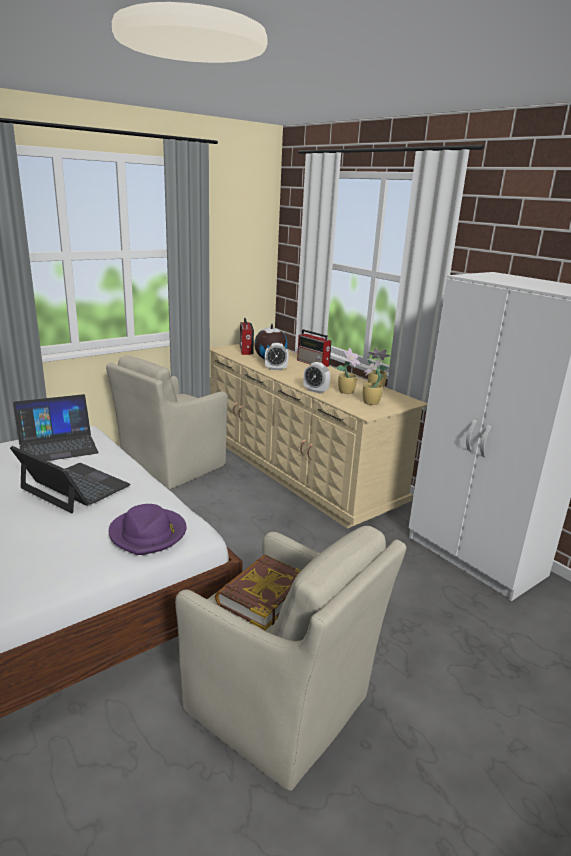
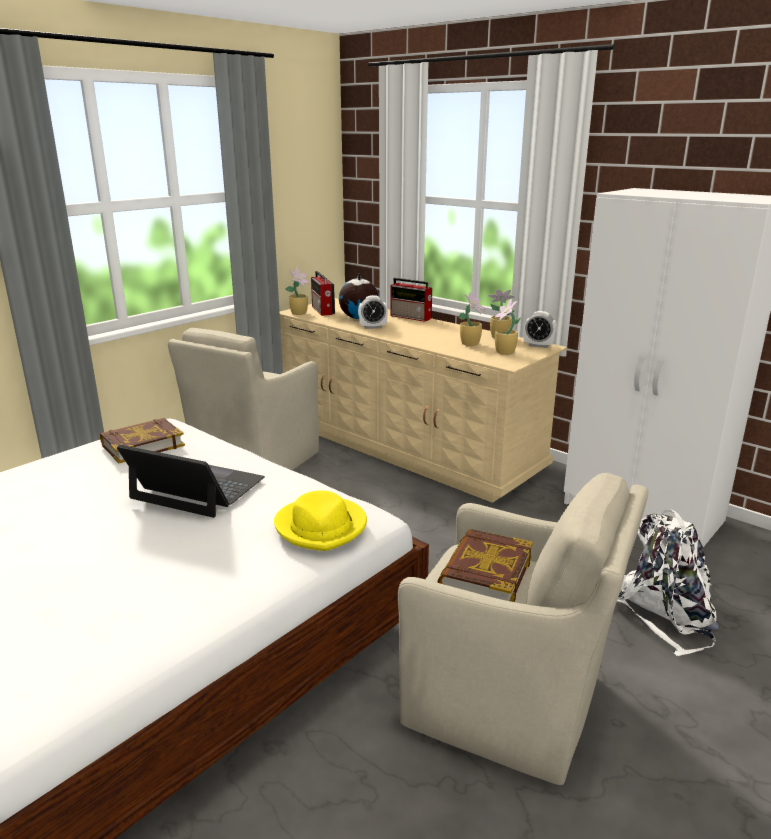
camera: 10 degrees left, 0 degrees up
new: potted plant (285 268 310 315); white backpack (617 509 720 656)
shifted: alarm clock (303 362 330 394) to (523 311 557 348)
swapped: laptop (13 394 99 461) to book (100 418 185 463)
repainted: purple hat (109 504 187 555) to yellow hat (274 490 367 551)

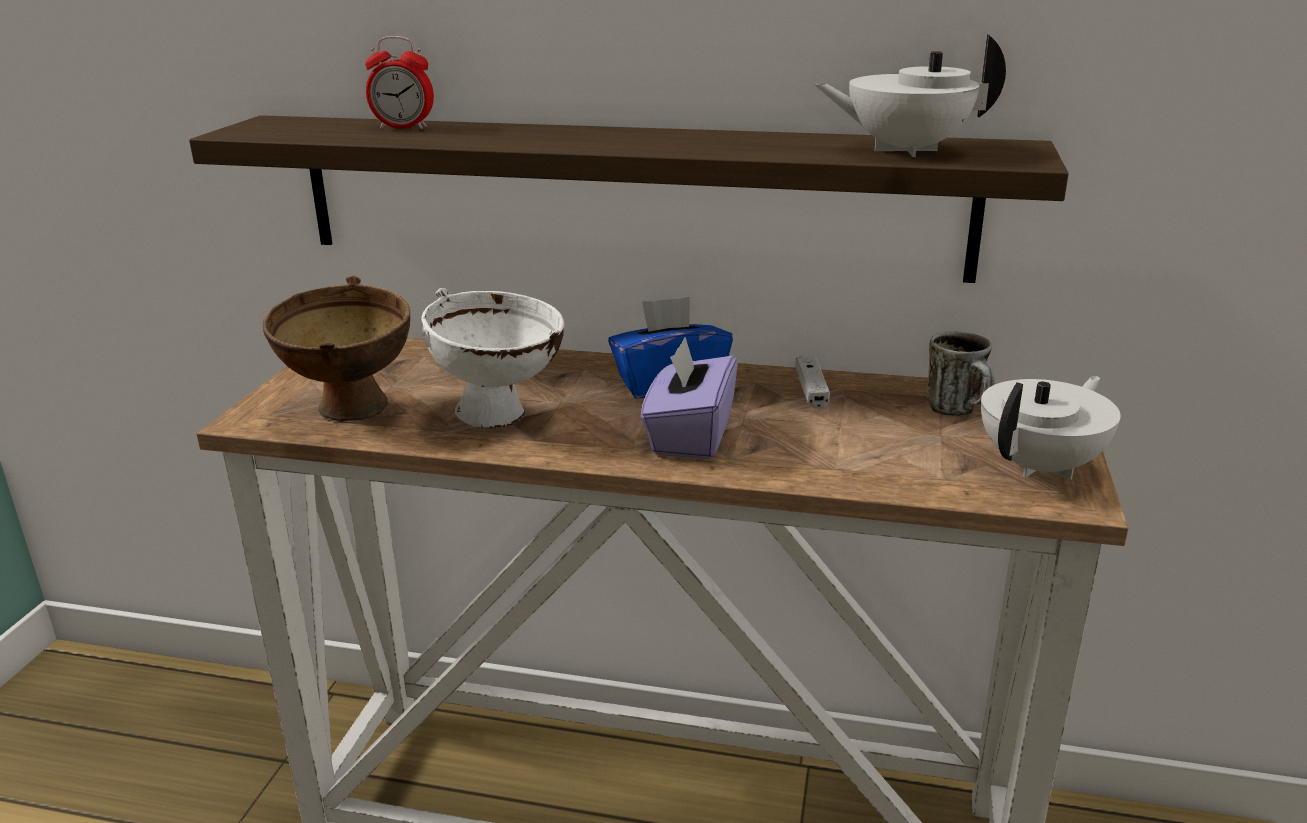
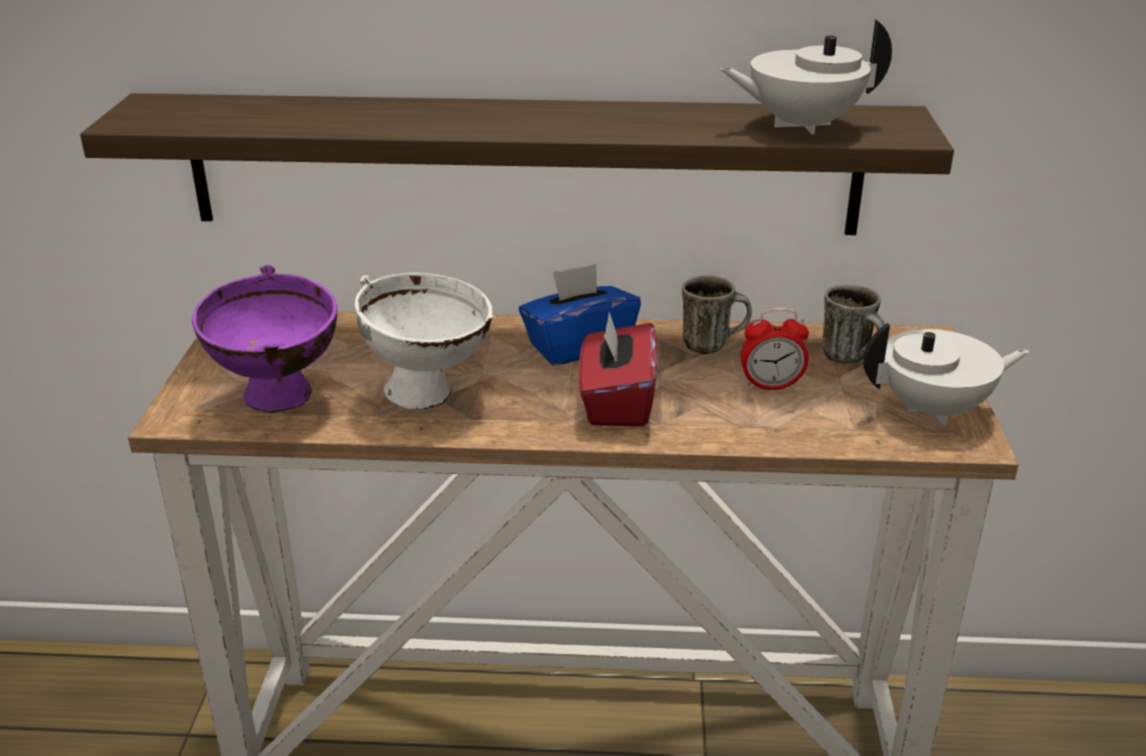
camera: 10 degrees left, 5 degrees up
shifted: alarm clock (365 36 434 129) to (741 308 809 390)
swapped: white game controller (795 356 830 408) to mug (682 275 752 354)
repainted: brown bowl (262 276 410 422) to purple bowl (192 265 337 413); purple tissue box (641 337 738 460) to red tissue box (579 312 657 427)
rotated: white teapot (981 376 1121 480) = (863 323 1030 426) 45 degrees clockwise

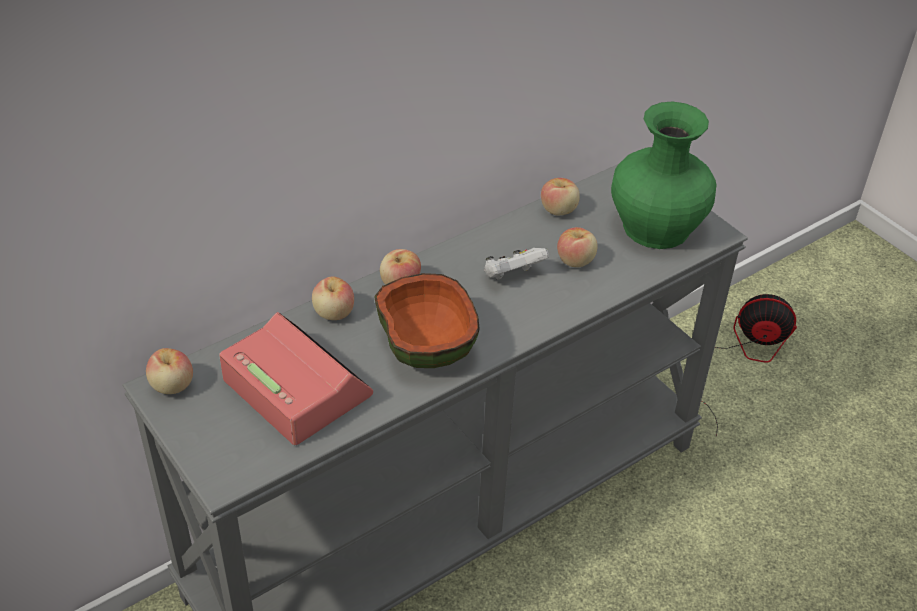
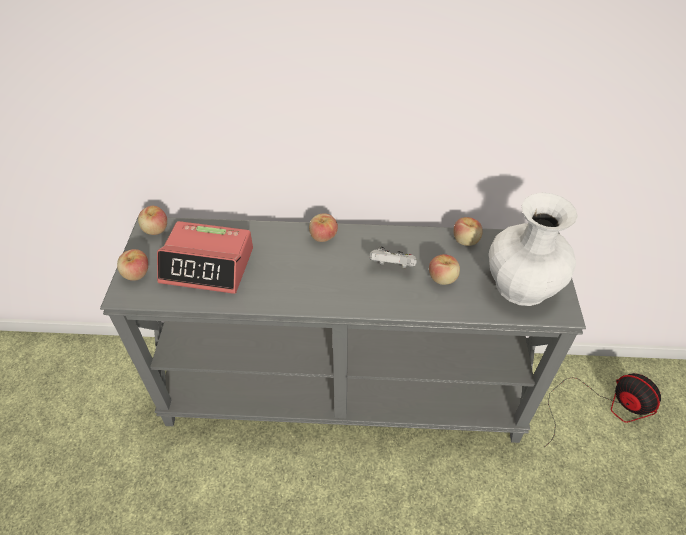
camera: 40 degrees right, 5 degrees up
gone: bowl (374 273 480 368)
shifted: apple (312 276 354 320) to (117 249 148 281)
repainted: green vase (611 101 717 249) to white vase (489 193 578 306)
rotated: alarm clock (219 312 373 445) = (157 221 253 294) 105 degrees clockwise

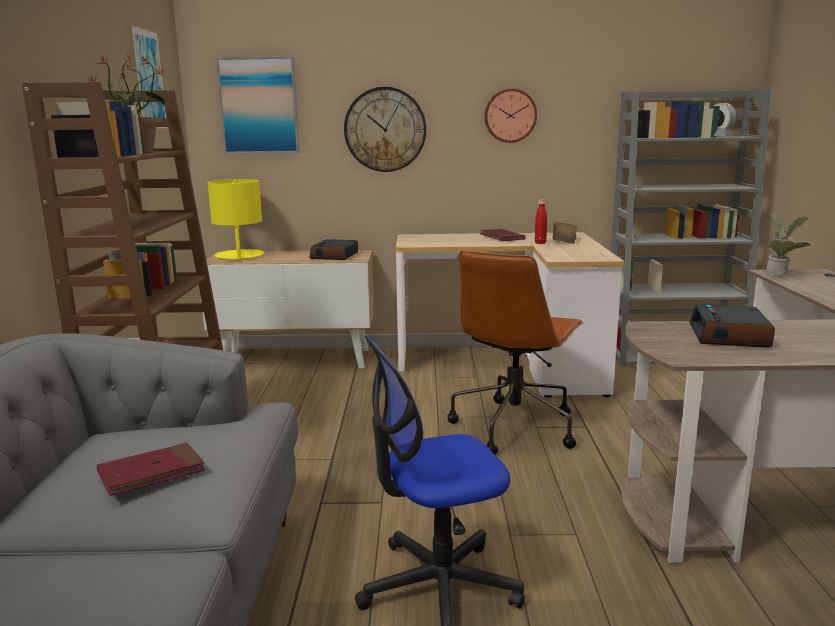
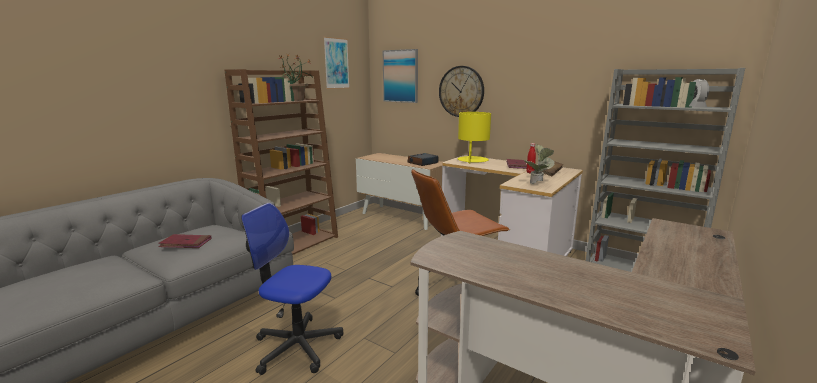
camera: 35 degrees right, 0 degrees up
gone: wall clock (484 88 537 143); alarm clock (690 304 775 348)
shifted: yellow table lamp (207 179 265 261) to (458 112 491 163); potted plant (765 213 811 276) to (524 144 555 184)

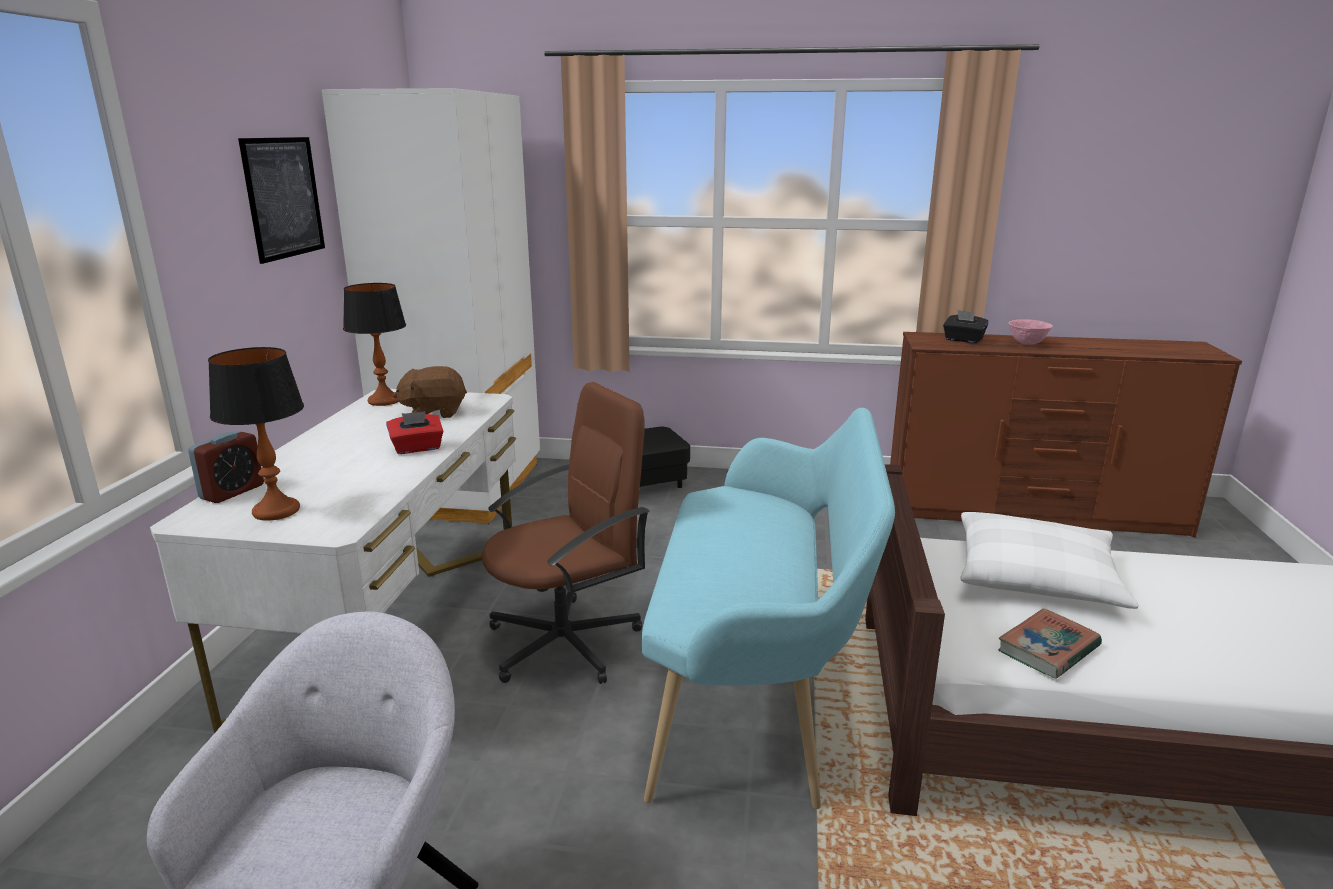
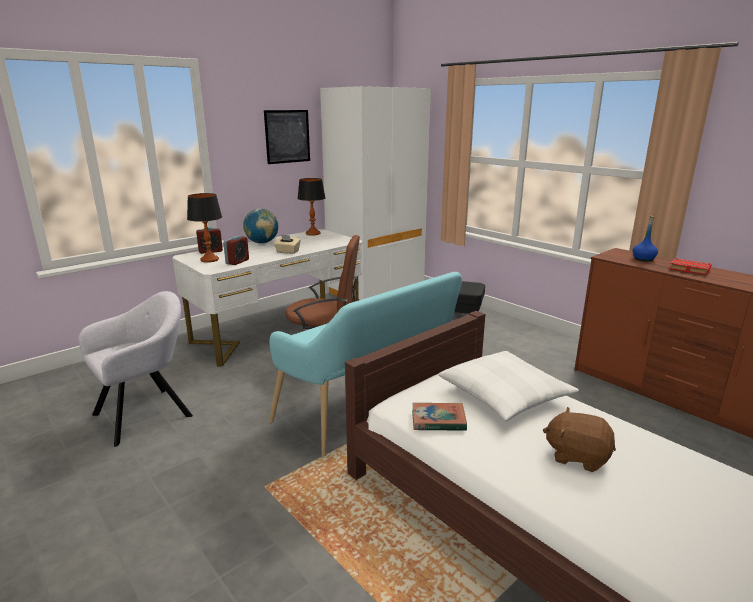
camera: 40 degrees right, 0 degrees up
new: alarm clock (223 236 249 265); globe (243 209 278 244)
shifted: brown plush toy (393 366 467 418) to (543 407 616 472)
swapped: black tissue box (943 310 989 343) to blue bottle (633 216 658 261); pink bowl (1009 319 1053 345) to red book (669 258 712 275)
repainted: red tissue box (386 411 444 454) to beige tissue box (274 234 301 254)

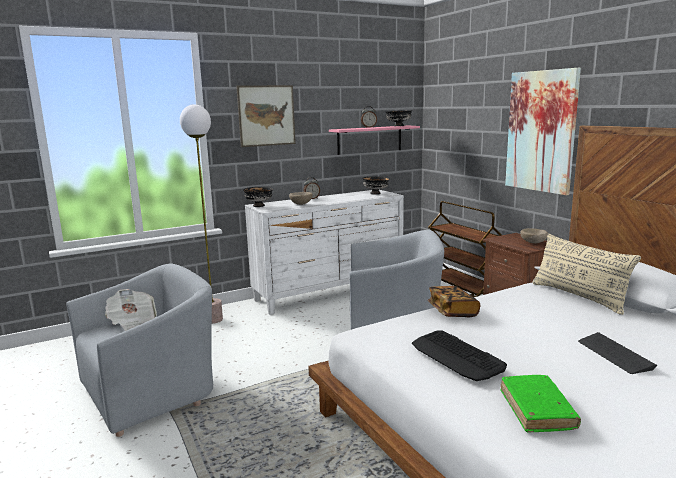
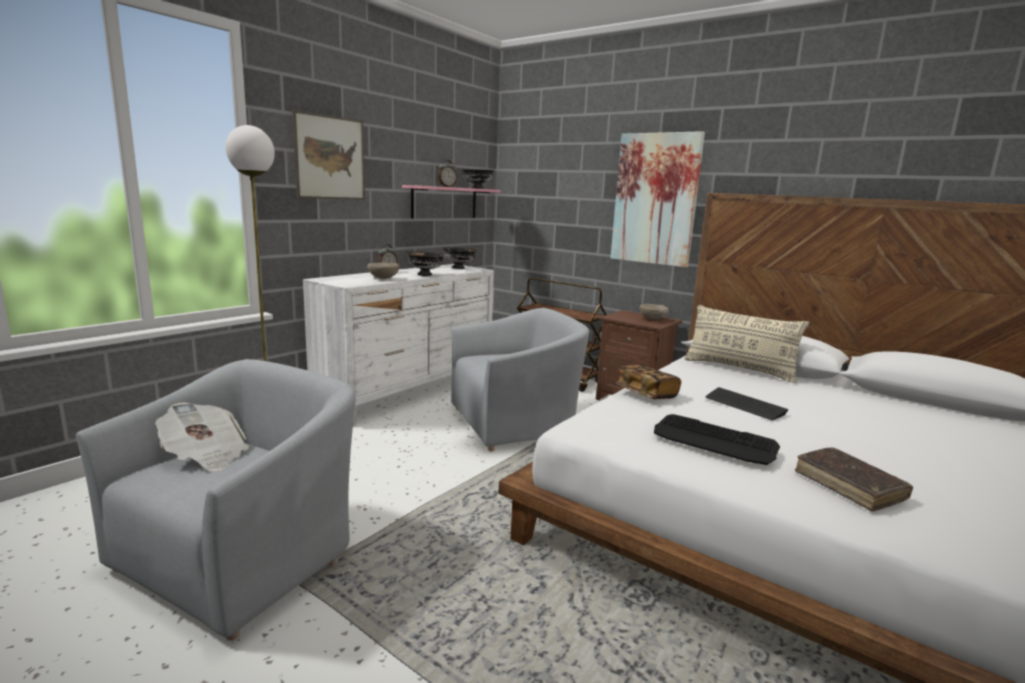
camera: 25 degrees left, 0 degrees up
shifted: black bowl (243 187 273 207) to (408 252 444 276); keyboard (578 332 657 374) to (706 387 789 420)
repainted: green book (501 375 581 433) to brown book (795 447 913 512)

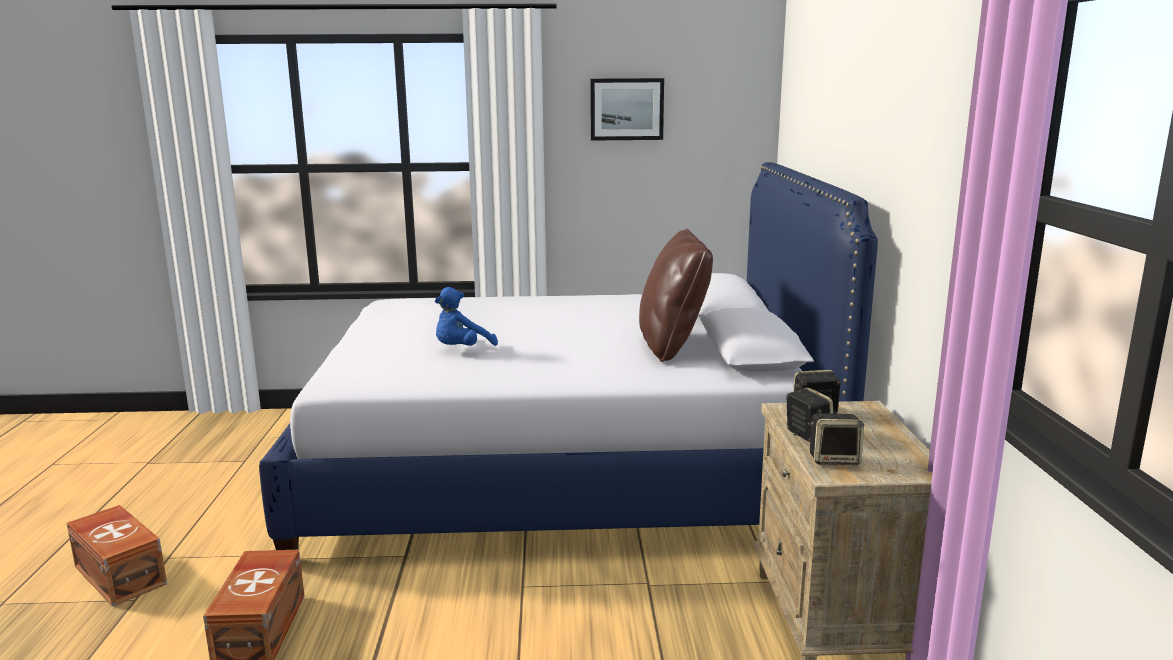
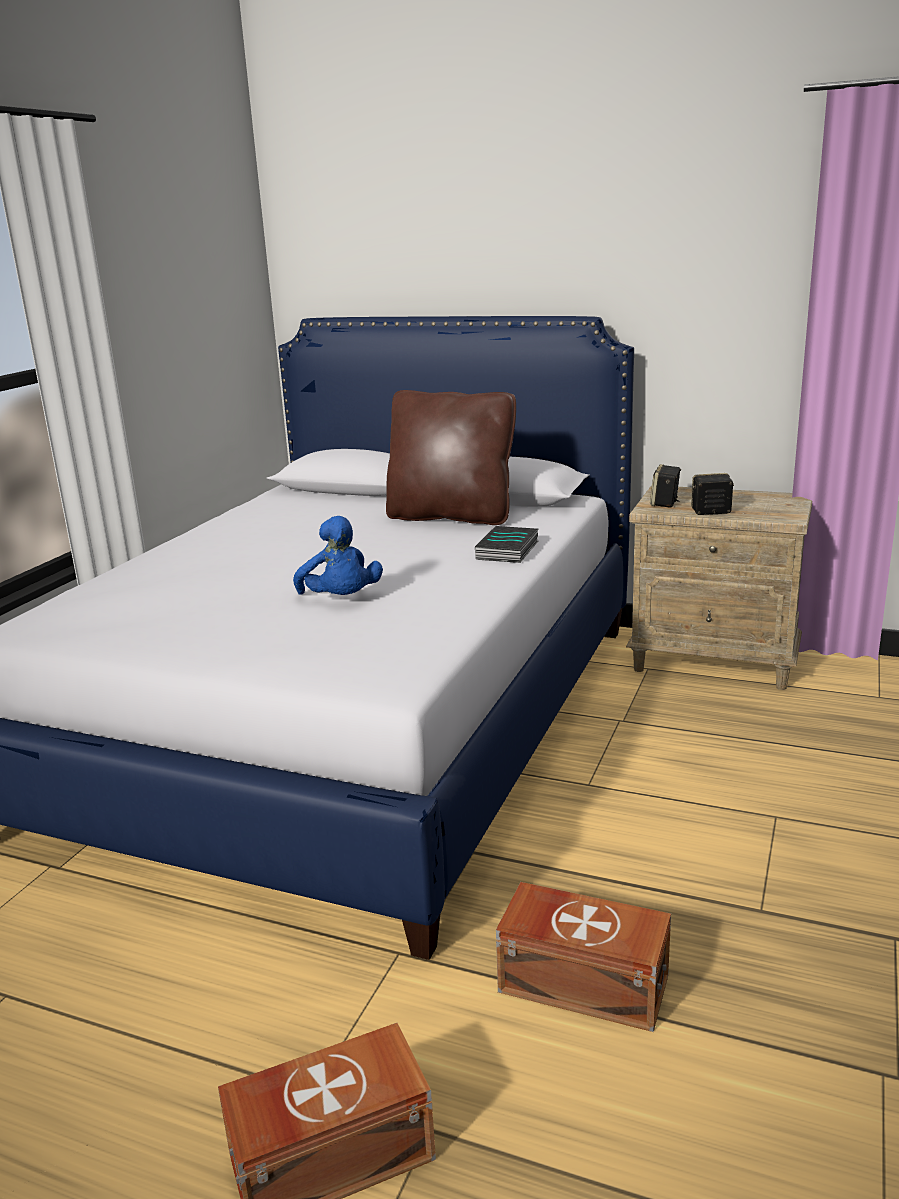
camera: 65 degrees left, 5 degrees up
gone: picture (590 78 664 141); speaker (810 413 864 465)
new: book (475 526 538 563)

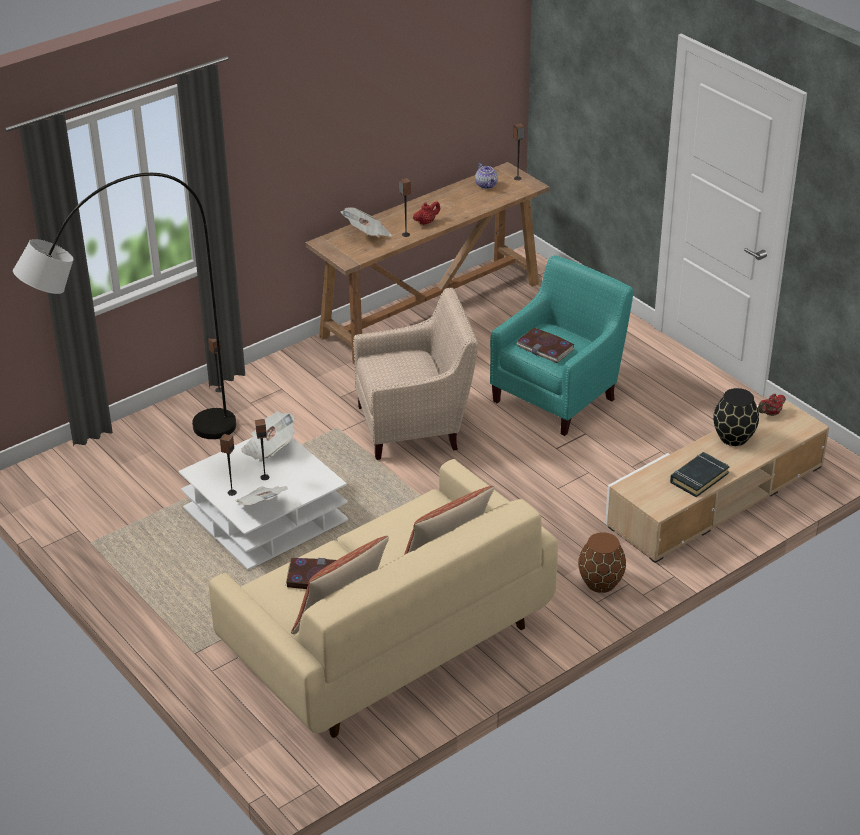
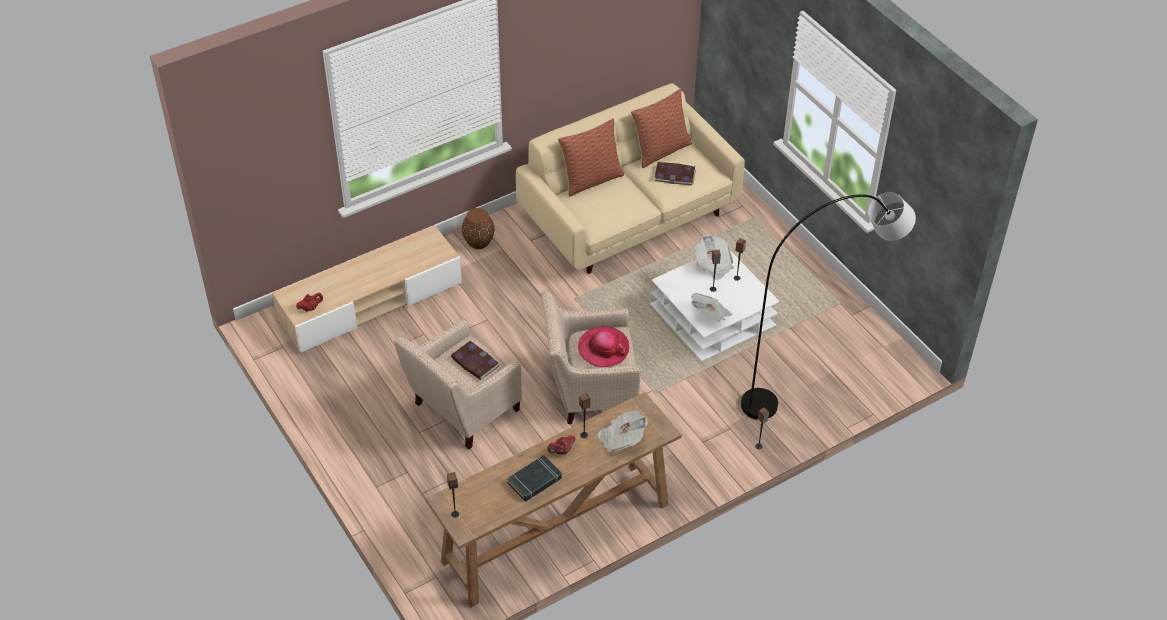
camera: 175 degrees left, 10 degrees up
gone: teapot (475 163 498 189); black vase (713 388 759 446)
new: hat (578 326 629 367)
shifted: black book (670 452 730 497) to (507 455 562 502)
repainted: turquoise armchair (490 255 634 436) to beige armchair (394 319 522 449)

